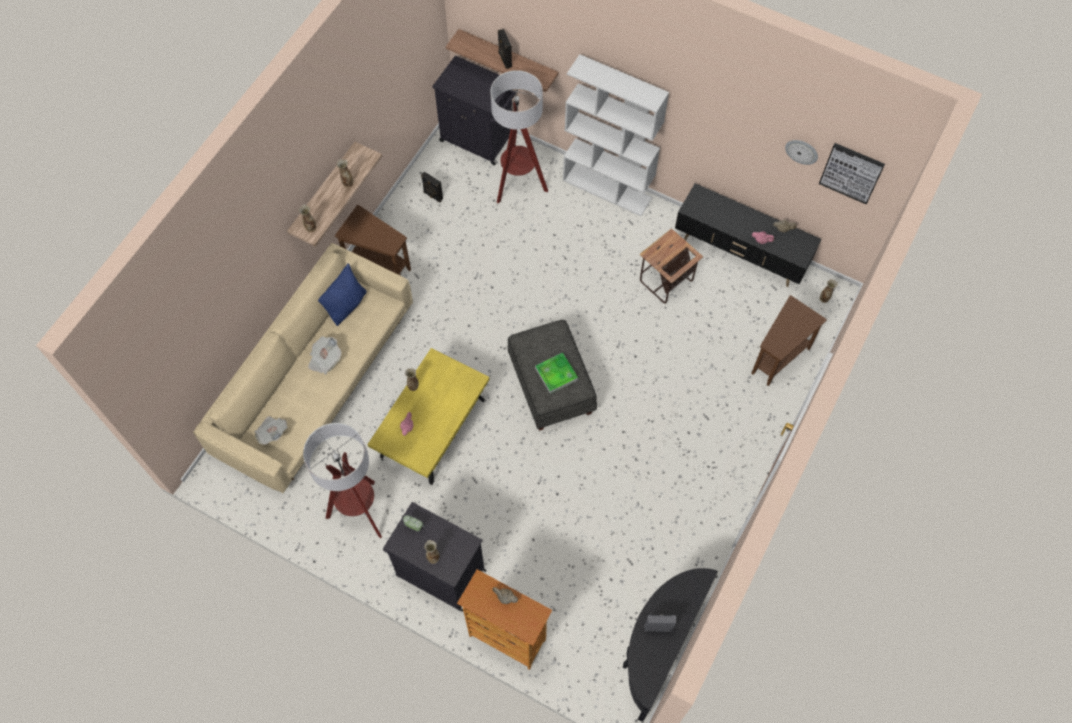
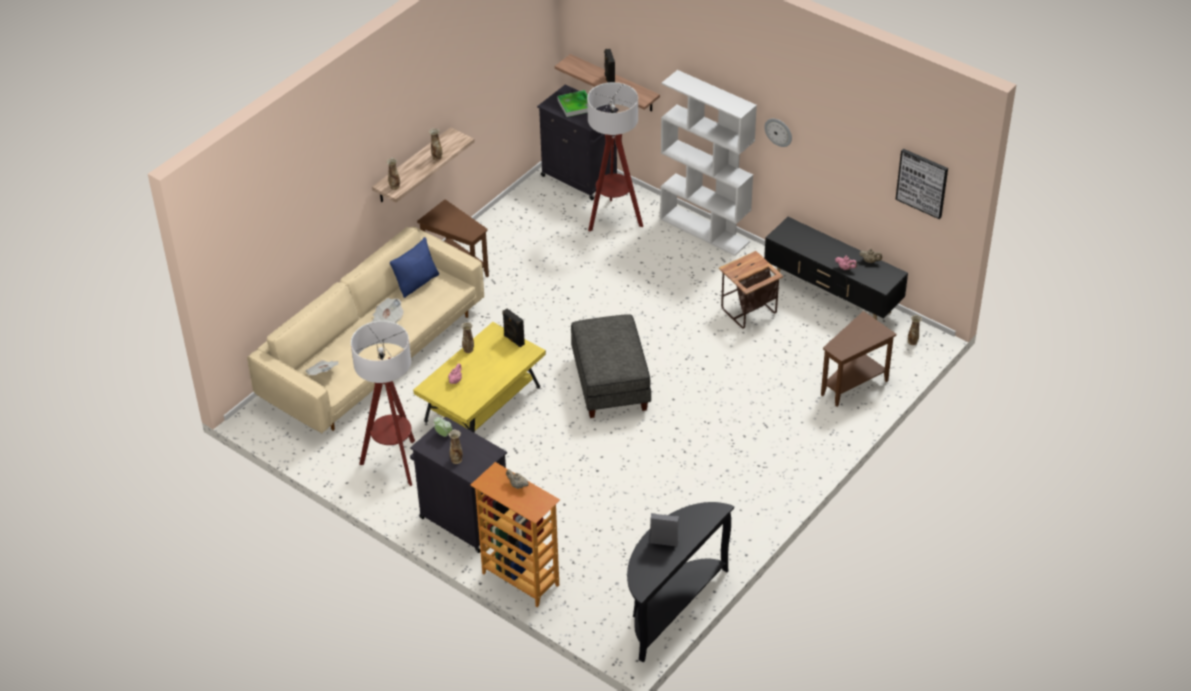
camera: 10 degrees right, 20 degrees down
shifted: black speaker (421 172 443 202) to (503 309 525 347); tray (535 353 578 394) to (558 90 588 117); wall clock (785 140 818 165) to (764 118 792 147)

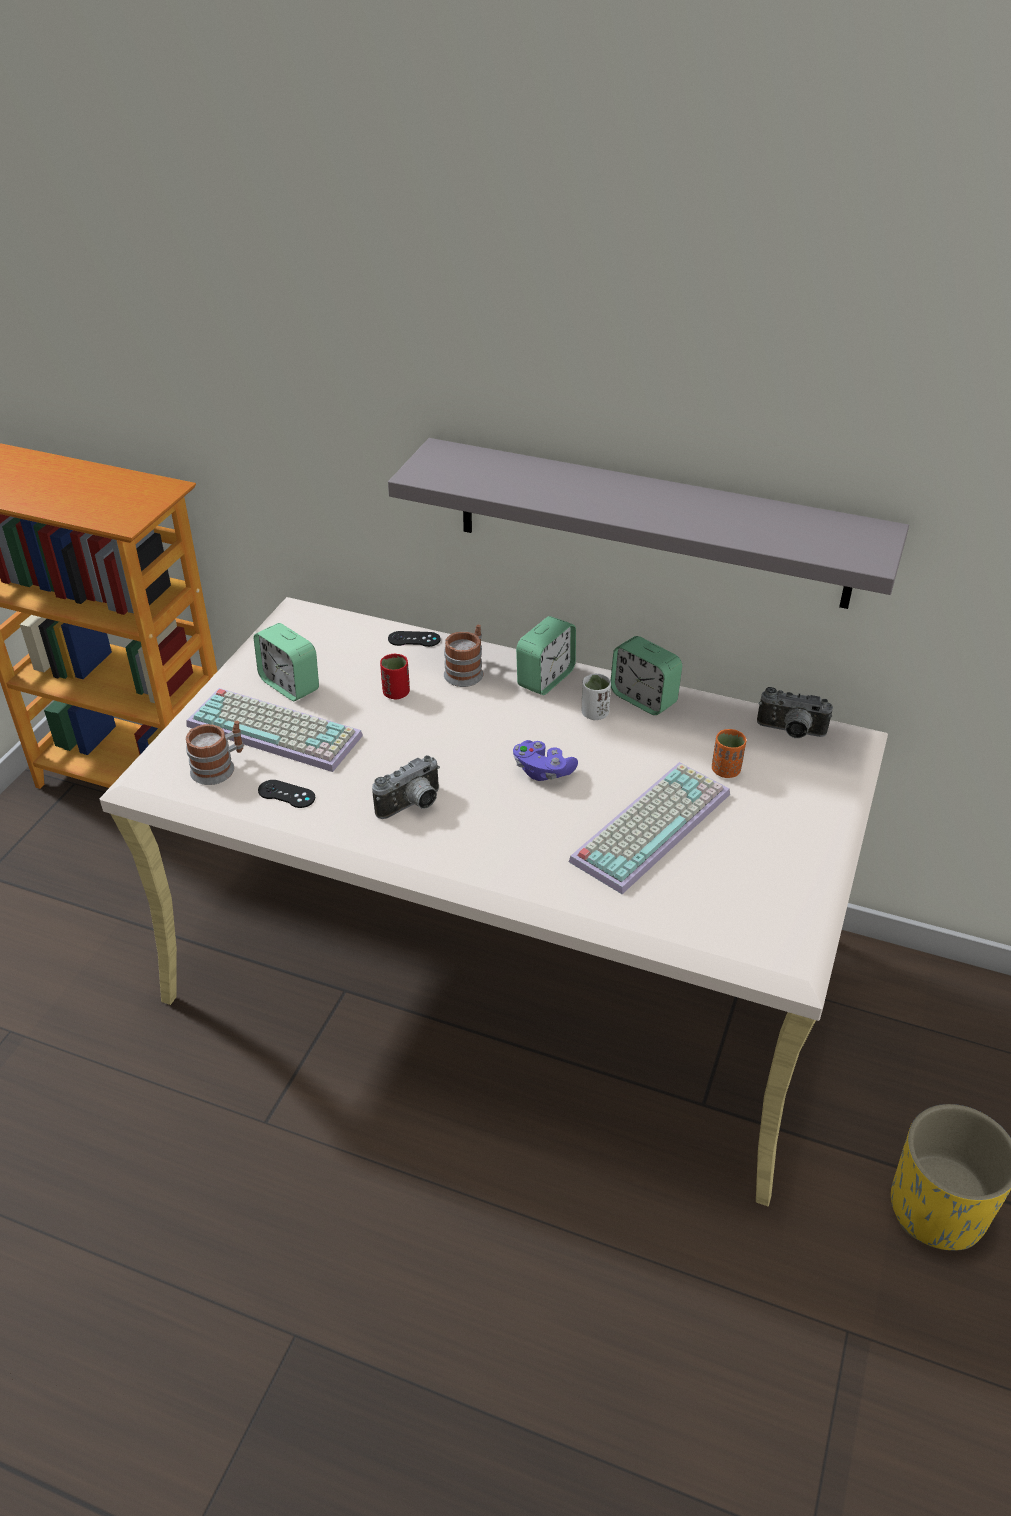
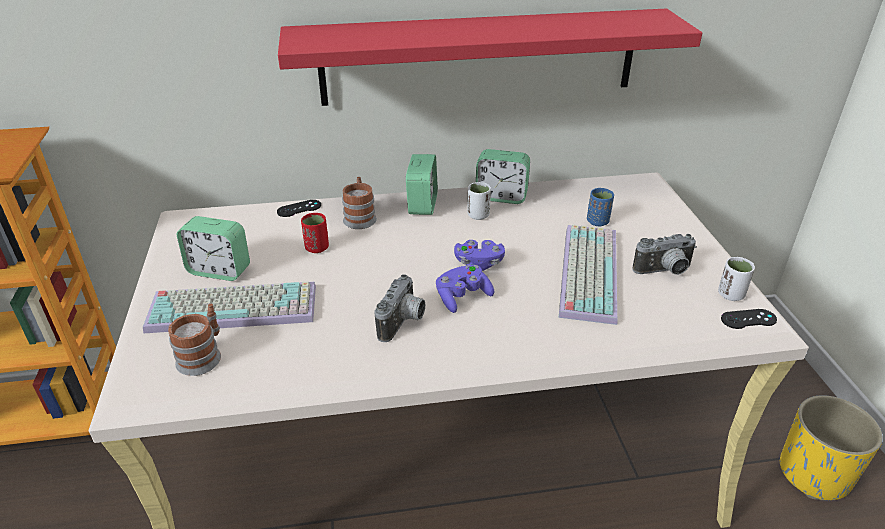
camera: 30 degrees left, 5 degrees down
new: purple game controller (436 265 494 313); white cup (718 257 755 301)
shifted: photo camera (757 687 833 738) to (632 234 697 275); black game controller (258 780 315 808) to (721 309 777 329)
repainted: grey shelf (388 438 909 609) to red shelf (278 8 702 106); orange cup (712 729 746 778) to blue cup (587 188 614 226)

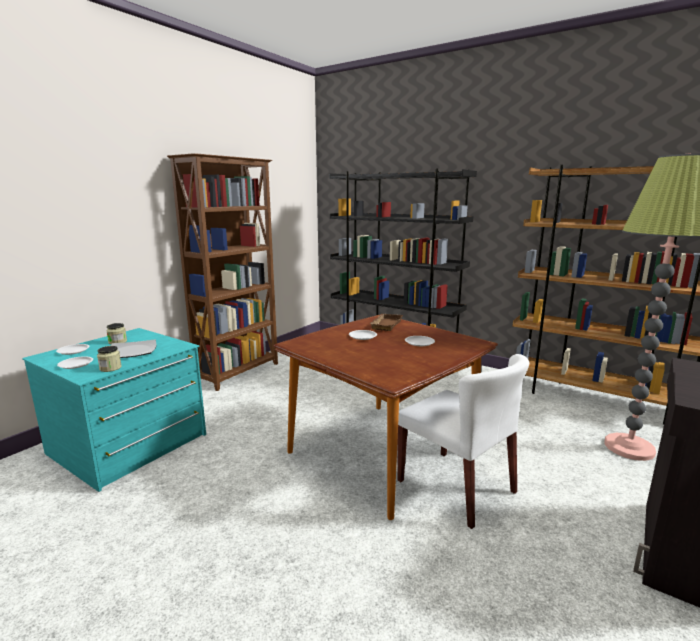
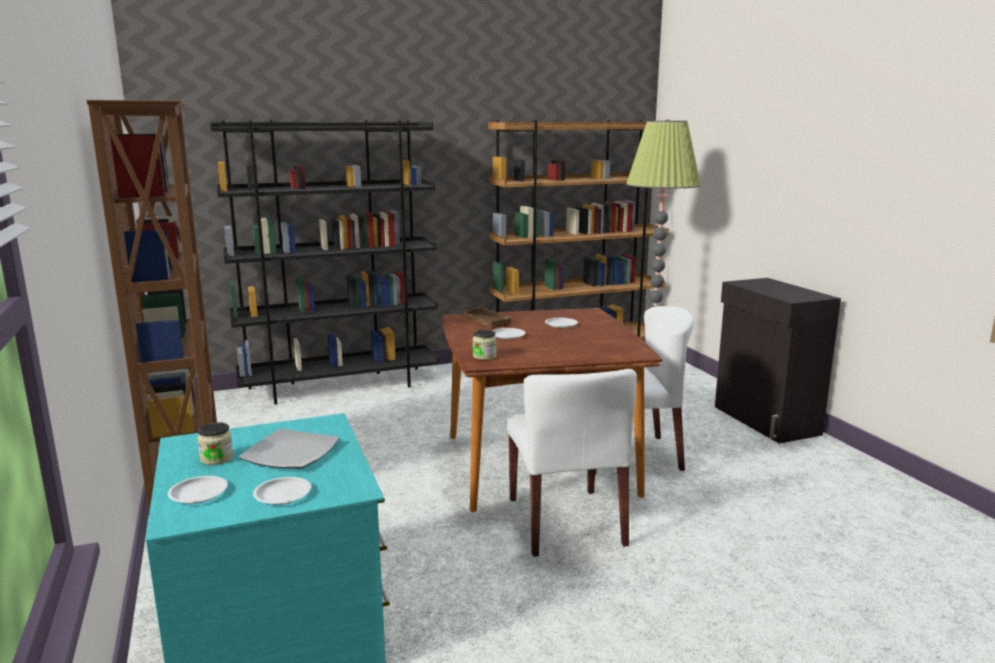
camera: 55 degrees left, 0 degrees up
new: white chair (506 369 637 557)
shifted: jar (97 346 122 372) to (473 330 496 360)

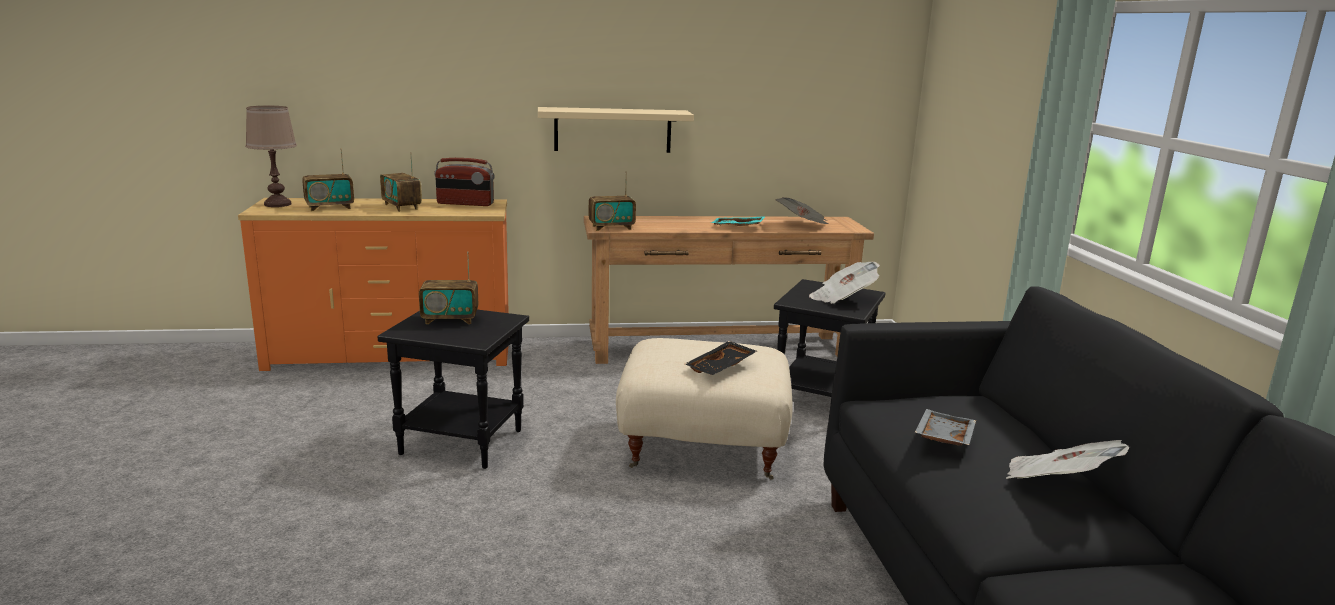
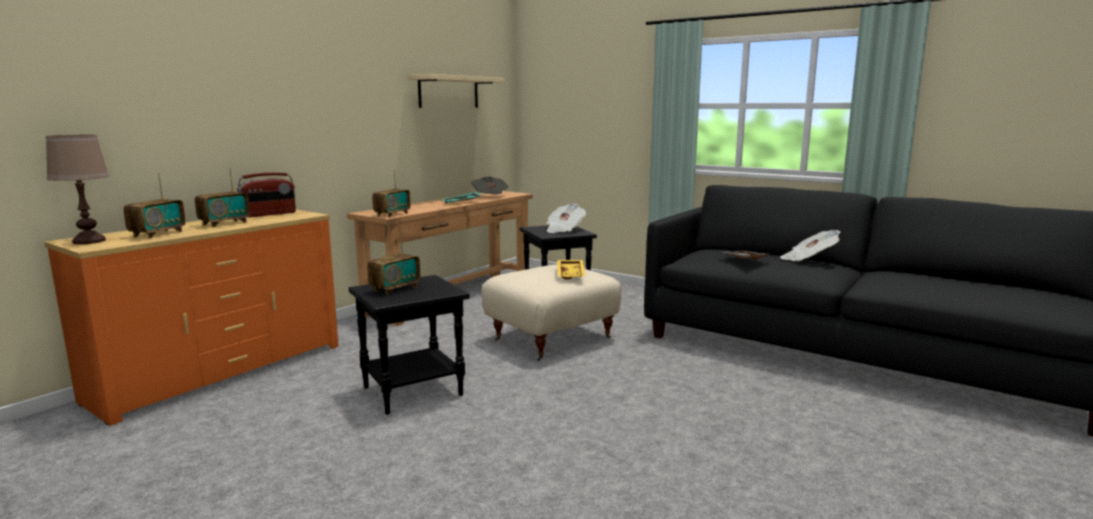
camera: 45 degrees left, 5 degrees down
shifted: beige shelf (538 107 694 153) to (409 74 504 108)
repainted: black tray (685 341 757 375) to yellow tray (557 260 585 280)
rotated: radio (380 152 422 212) = (195 168 250 227) 60 degrees counterclockwise

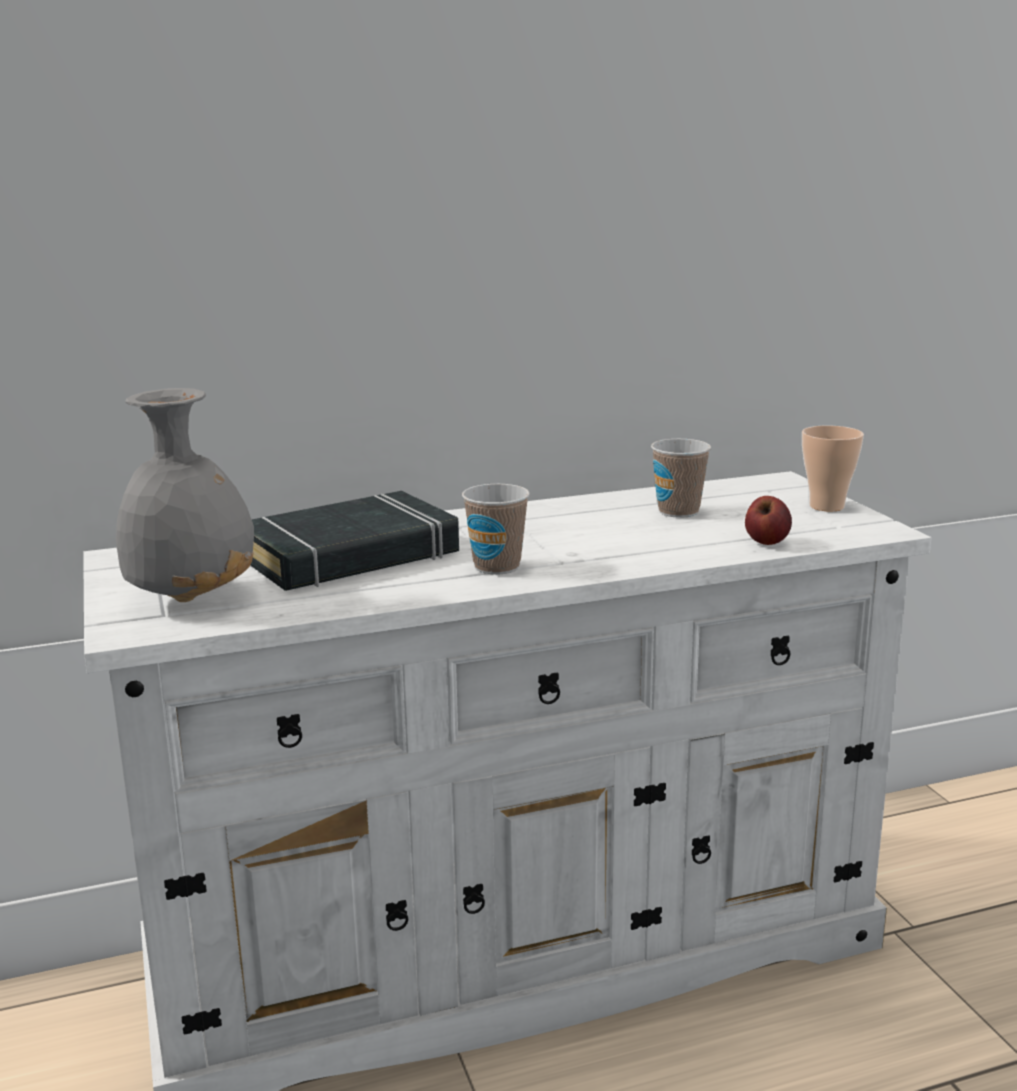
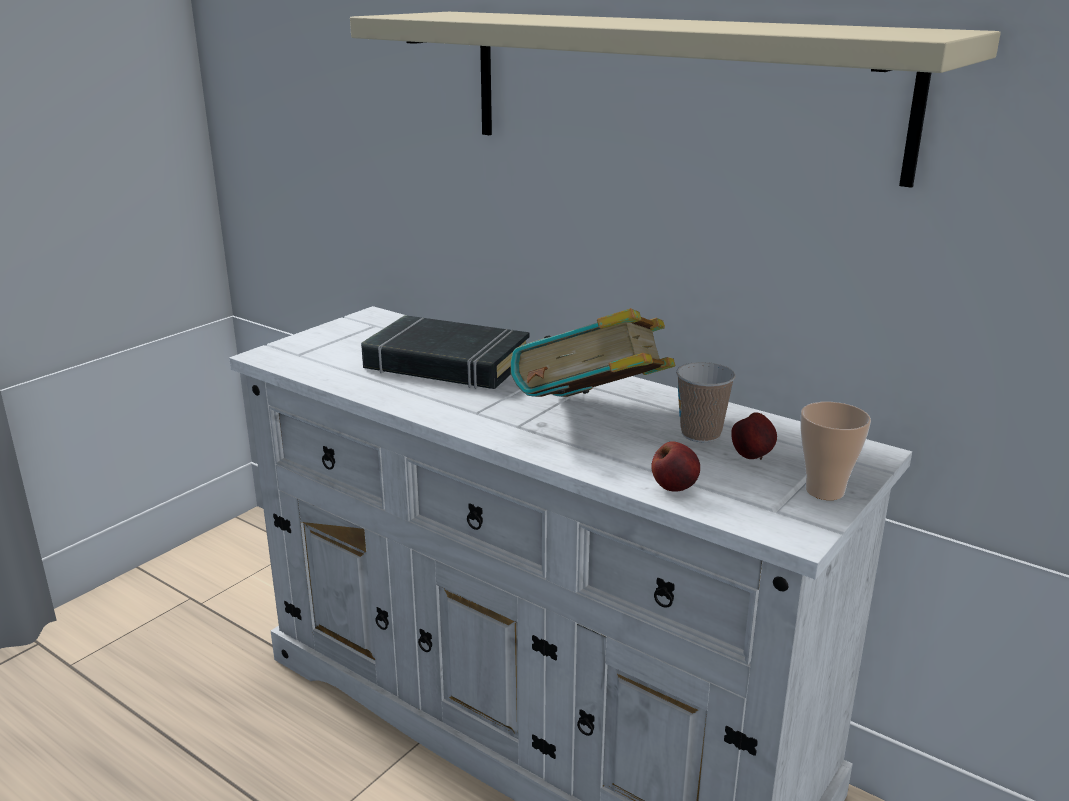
camera: 55 degrees right, 5 degrees up
gone: grey vase (116 388 254 602); cup (462 484 530 575)
new: beige shelf (350 12 1001 188); book (510 308 675 397); apple (731 412 777 460)

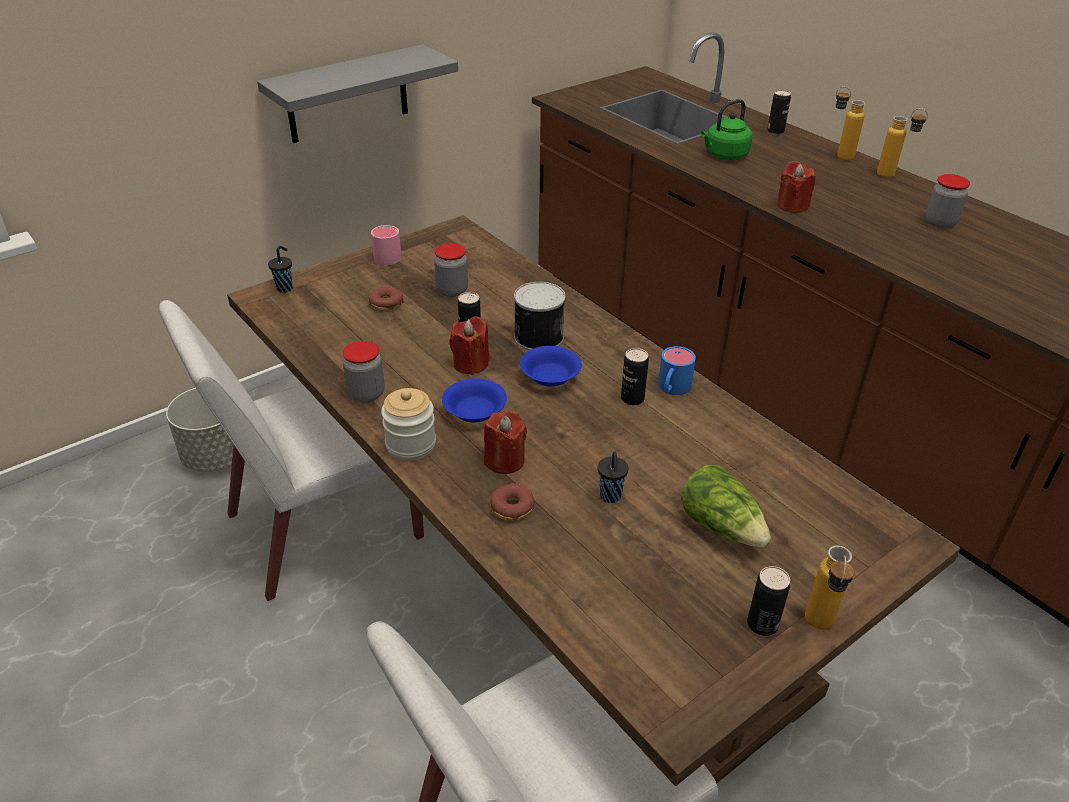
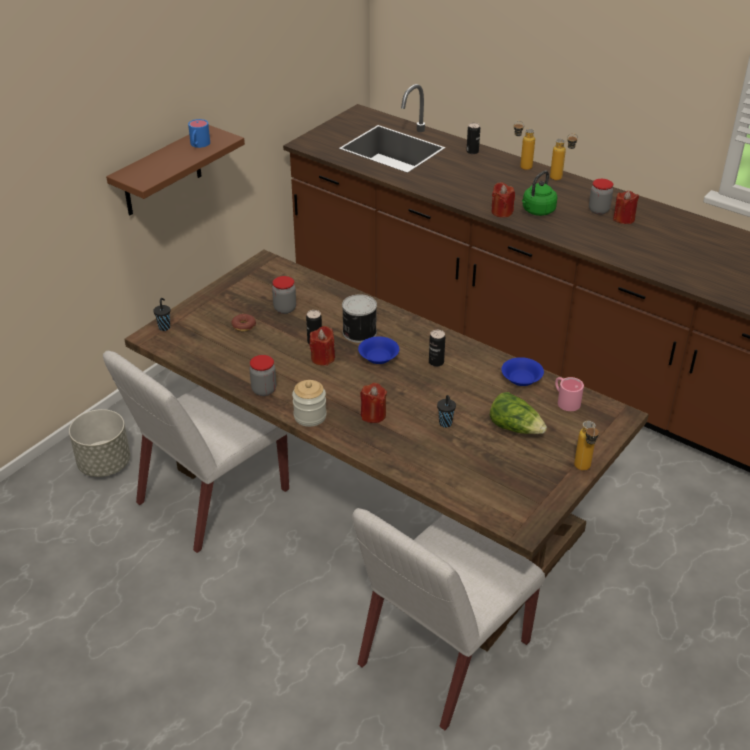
camera: 15 degrees left, 0 degrees up
gone: donut (490 483 535 520); can (747 566 790 636)
new: red candle (613 191 639 224)
shifted: blue mug (658 346 696 395) to (188 119 210 148); blue bowl (442 378 507 422) to (501 357 544 386); green kettle (701 99 753 160) to (522 171 557 216); pink mug (371 225 402 265) to (555 377 584 411)
repainted: grey shelf (257 44 458 143) to brown shelf (106 125 245 215)

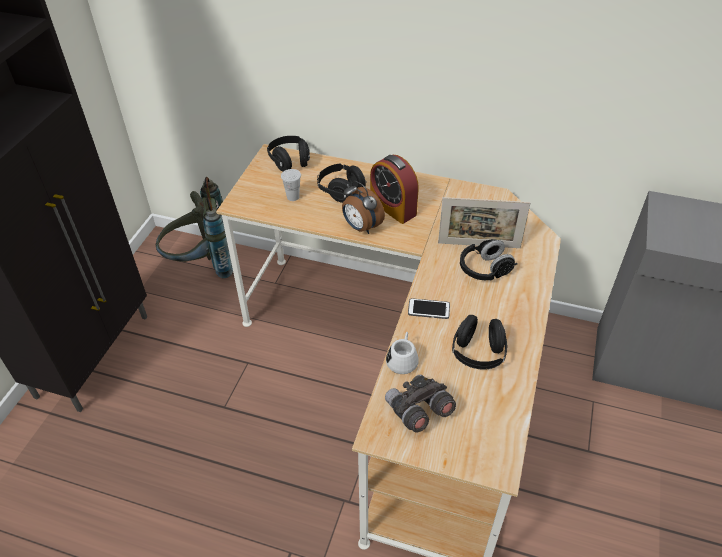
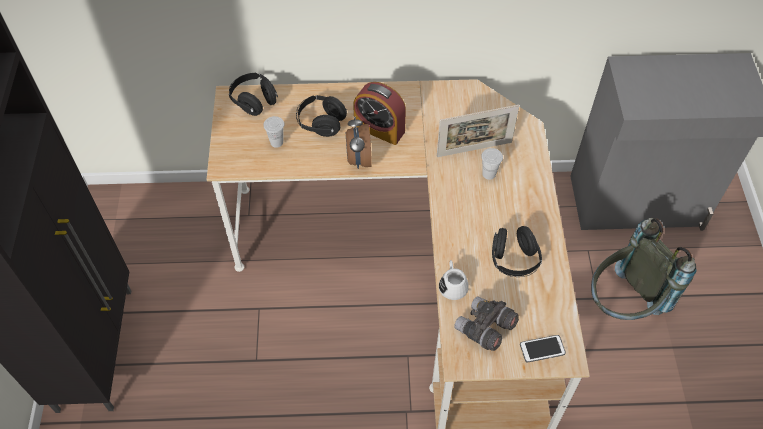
camera: 20 degrees left, 10 degrees up
shifted: phone (408 298 450 319) to (520 335 566 362); grey backpack (156 177 233 278) to (591 218 697 320)
swapped: black headphones (460 239 518 281) to white cup (481 148 503 180)
rotated: alarm clock (342 181 385 234) = (346 116 372 169) 60 degrees clockwise

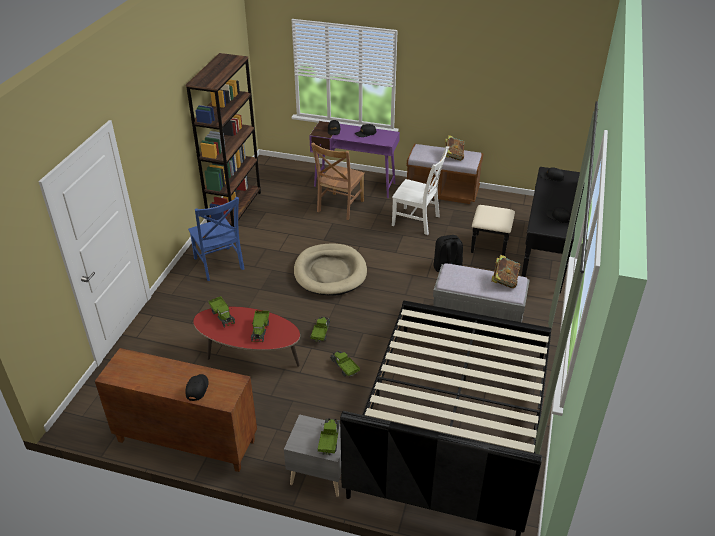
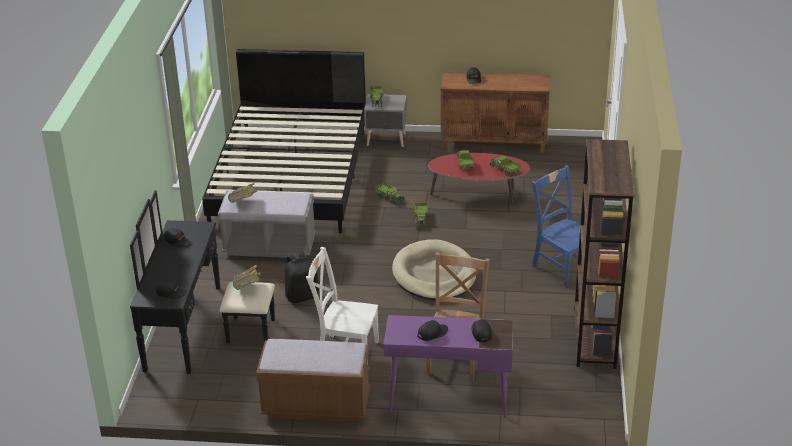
camera: 170 degrees right, 5 degrees down
shifted: book (445 135 465 161) to (233 265 261 290)

